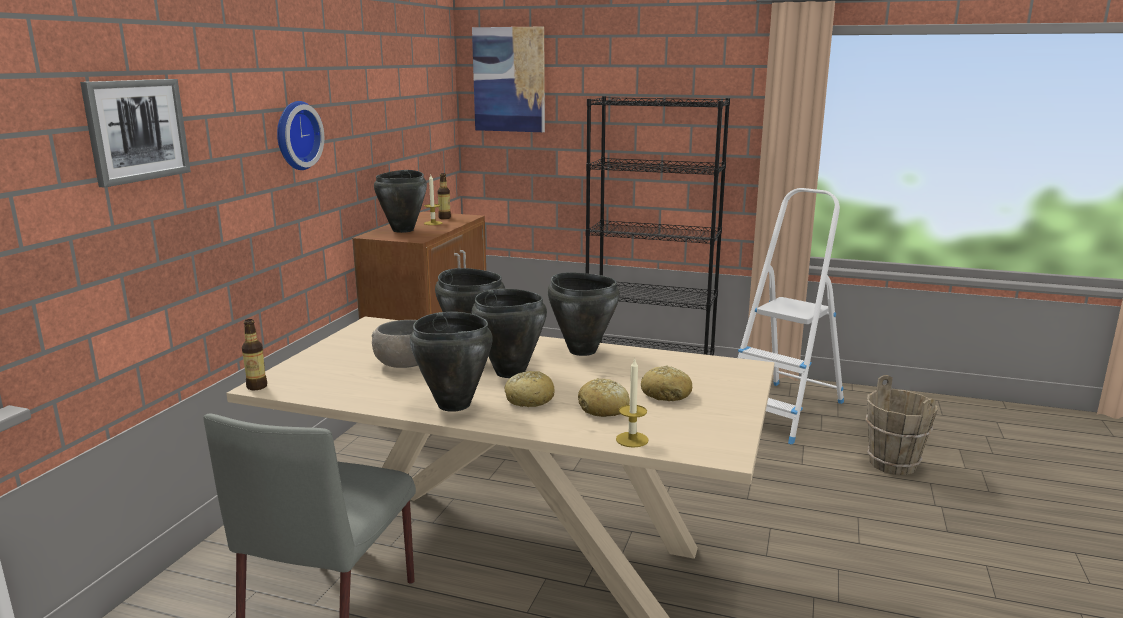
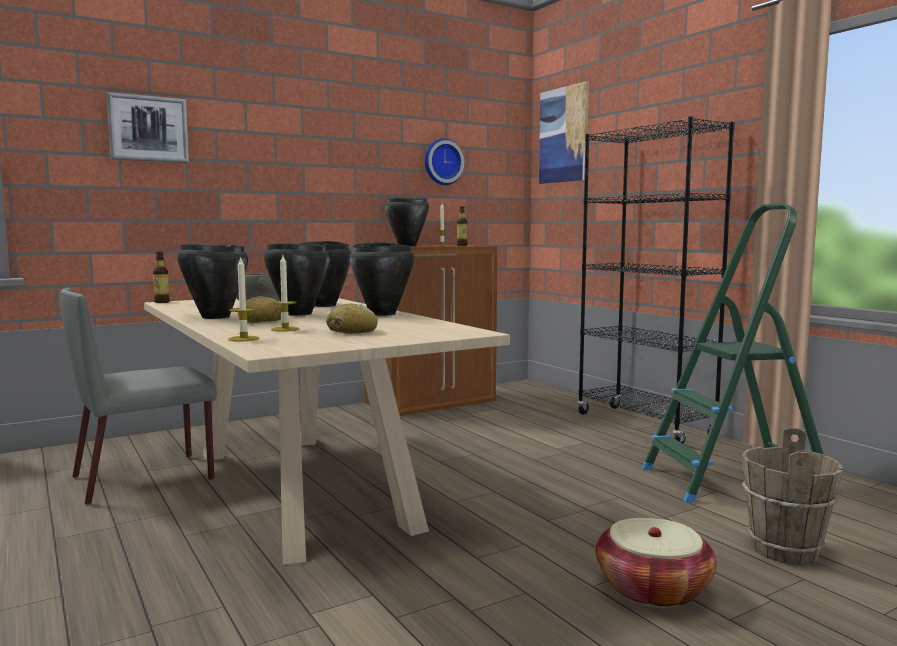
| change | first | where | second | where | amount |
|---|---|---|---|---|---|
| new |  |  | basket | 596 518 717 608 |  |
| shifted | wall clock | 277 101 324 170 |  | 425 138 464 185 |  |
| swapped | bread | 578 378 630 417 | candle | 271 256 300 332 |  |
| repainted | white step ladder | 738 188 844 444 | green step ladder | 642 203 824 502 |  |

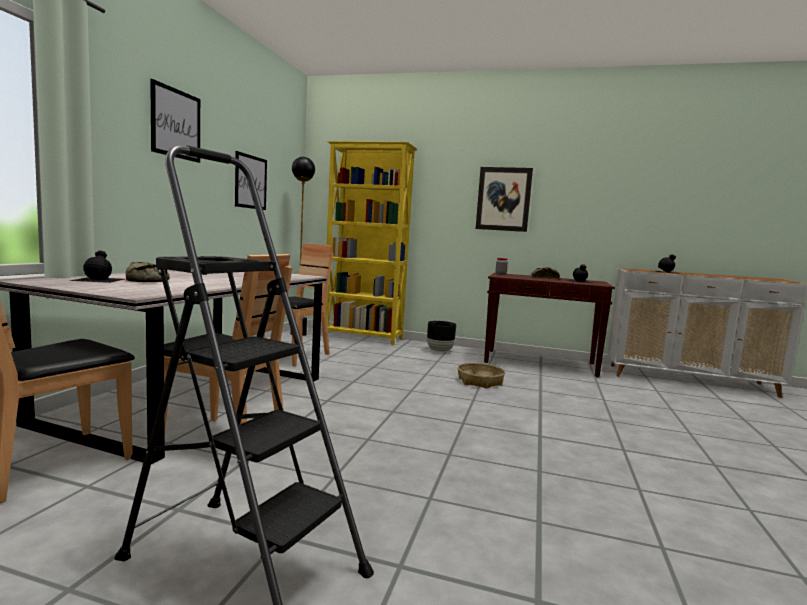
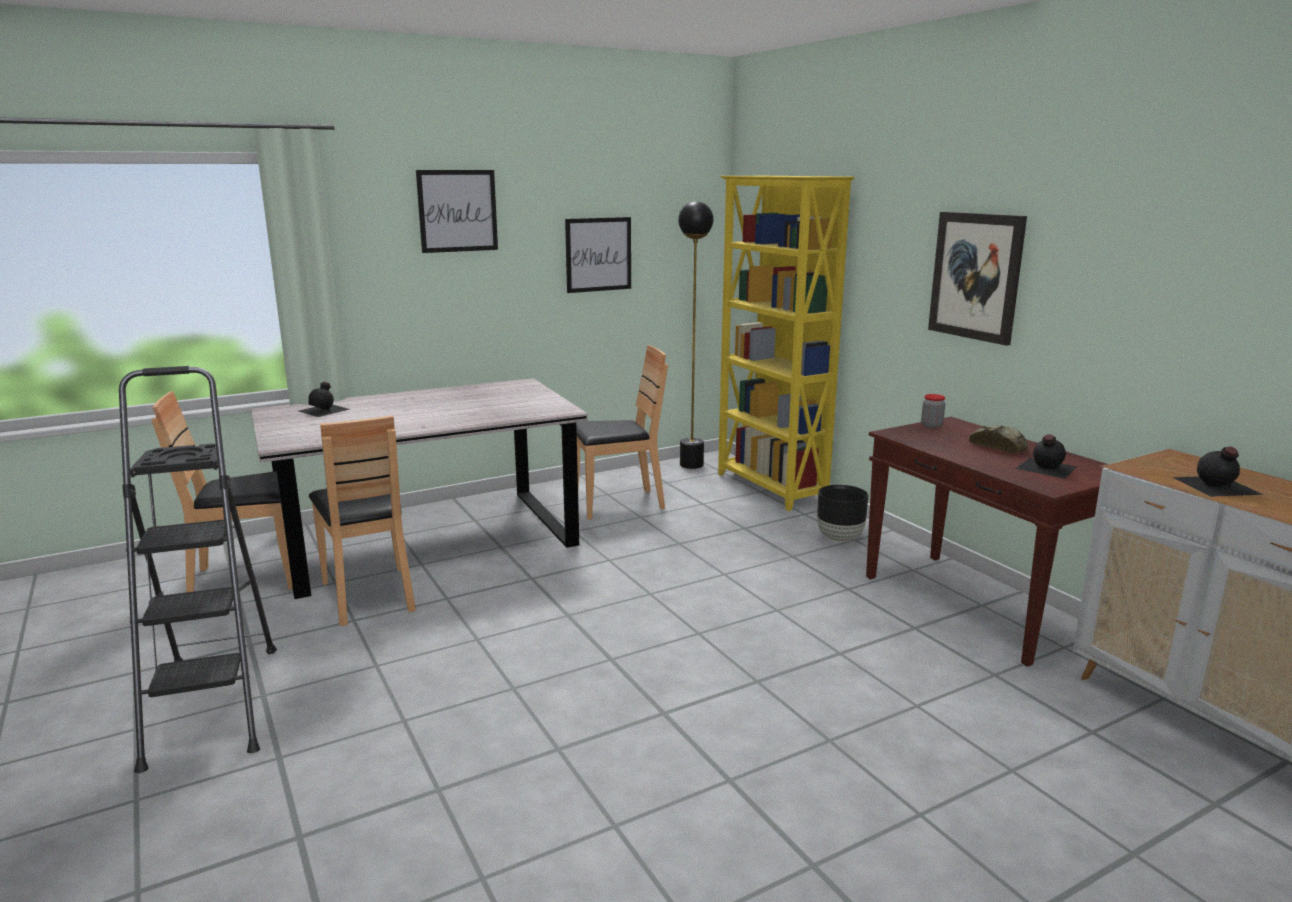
| change | first | where | second | where | amount |
|---|---|---|---|---|---|
| gone | bread | 126 262 170 282 |  |  |  |
| gone | basket | 457 363 505 389 |  |  |  |

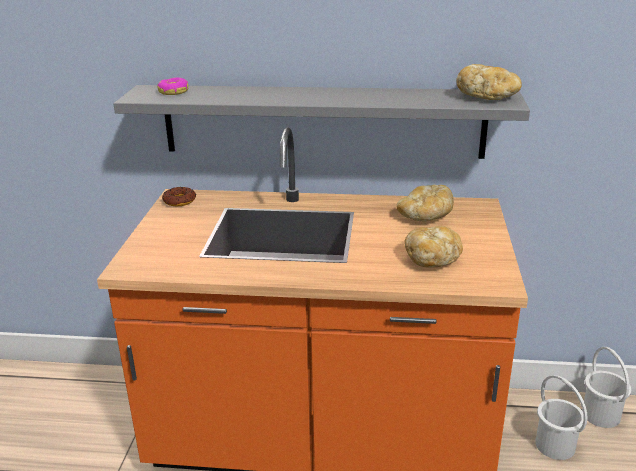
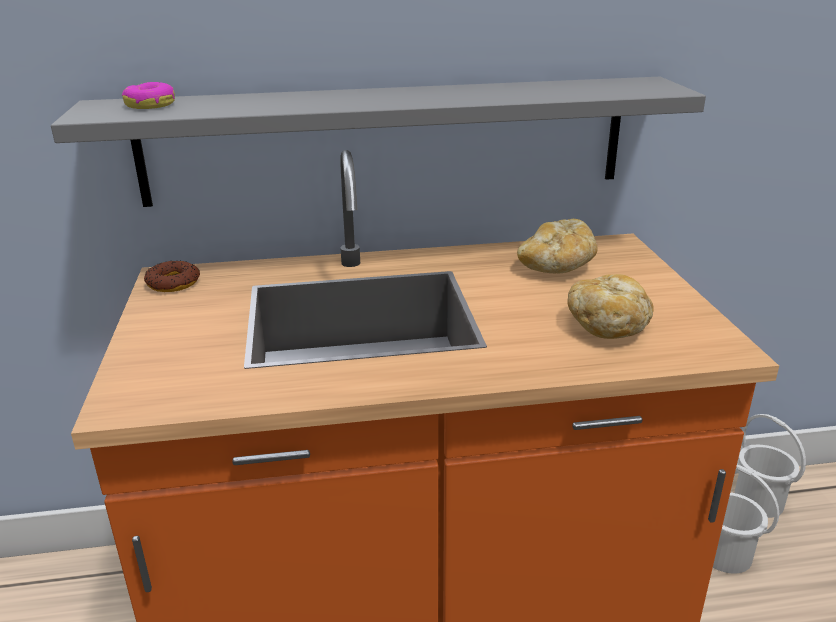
| change | first | where | second | where | amount |
|---|---|---|---|---|---|
| gone | bread | 456 64 522 100 |  |  |  |

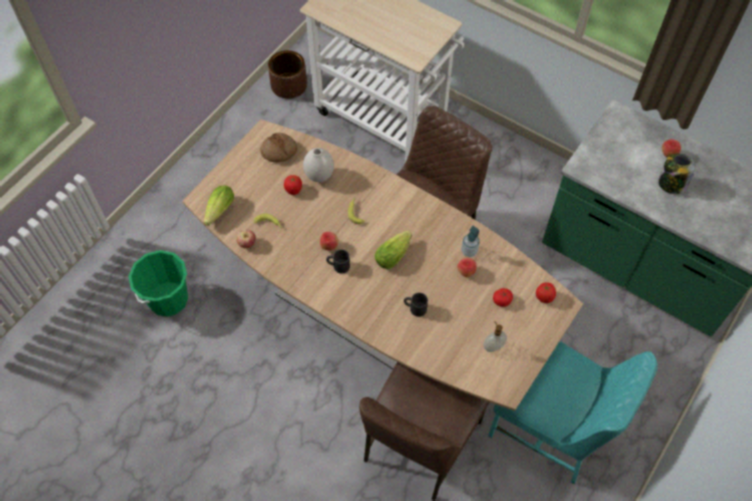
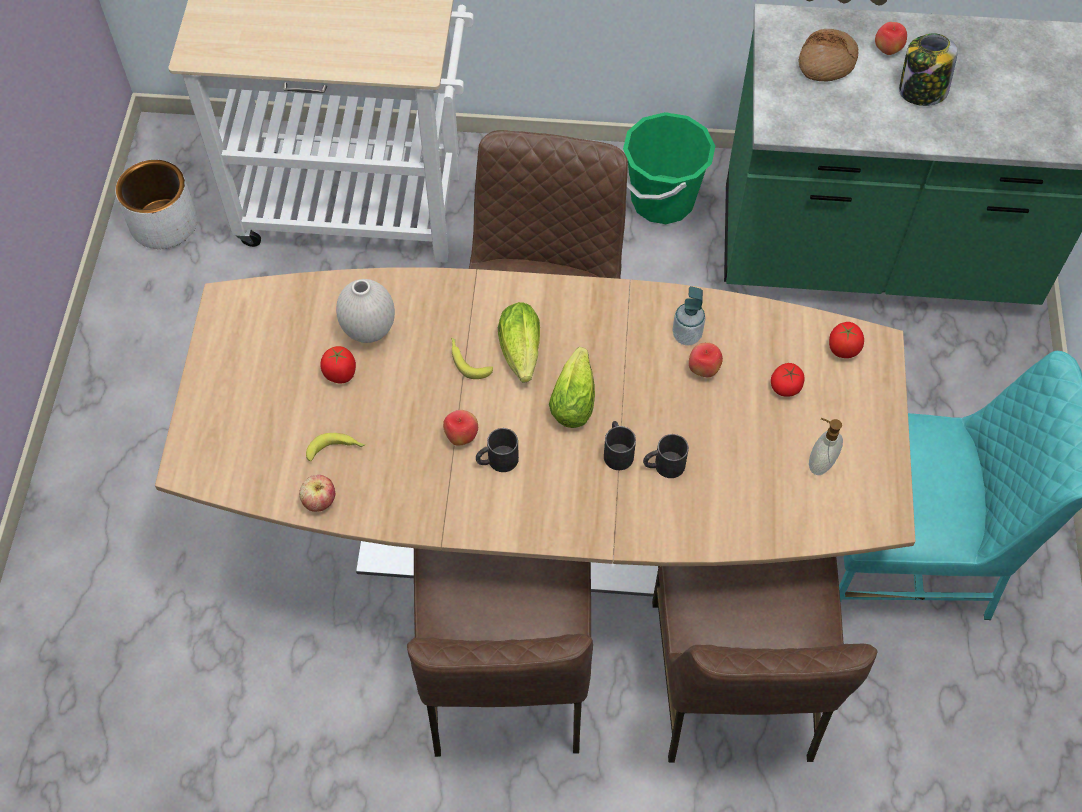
| change | first | where | second | where | amount |
|---|---|---|---|---|---|
| new |  |  | brown chair | 407 548 593 757 |  |
| new |  |  | black mug | 604 421 636 470 |  |
| shifted | green bucket | 128 250 188 317 |  | 623 112 715 224 |  |
| shifted | lettuce | 204 186 234 226 |  | 498 302 540 382 |  |
| shifted | bread | 260 133 297 162 |  | 799 29 858 81 |  |
| repainted | brown planter | 268 50 307 99 | white planter | 115 160 198 249 |  |

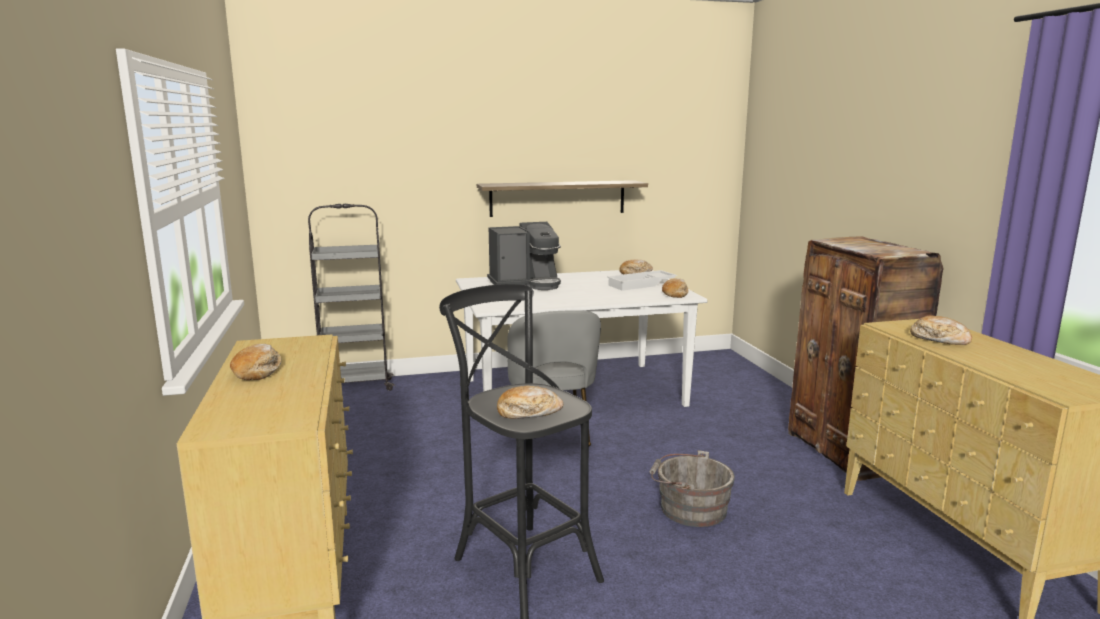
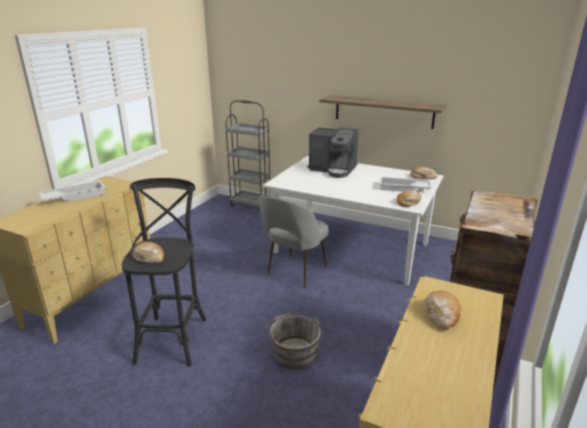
| change | first | where | second | where | amount |
|---|---|---|---|---|---|
| swapped | bread | 230 344 281 380 | white tray | 39 180 106 202 |  |

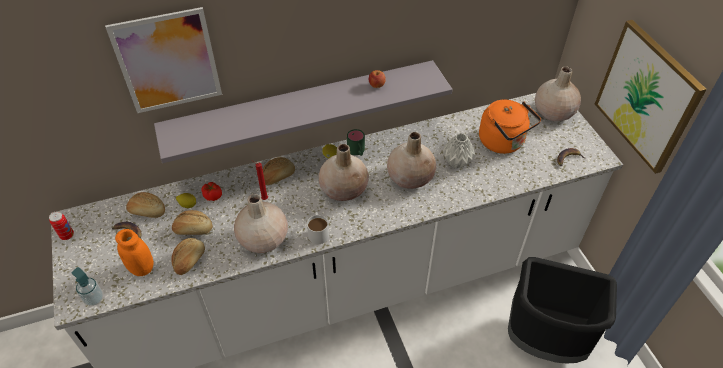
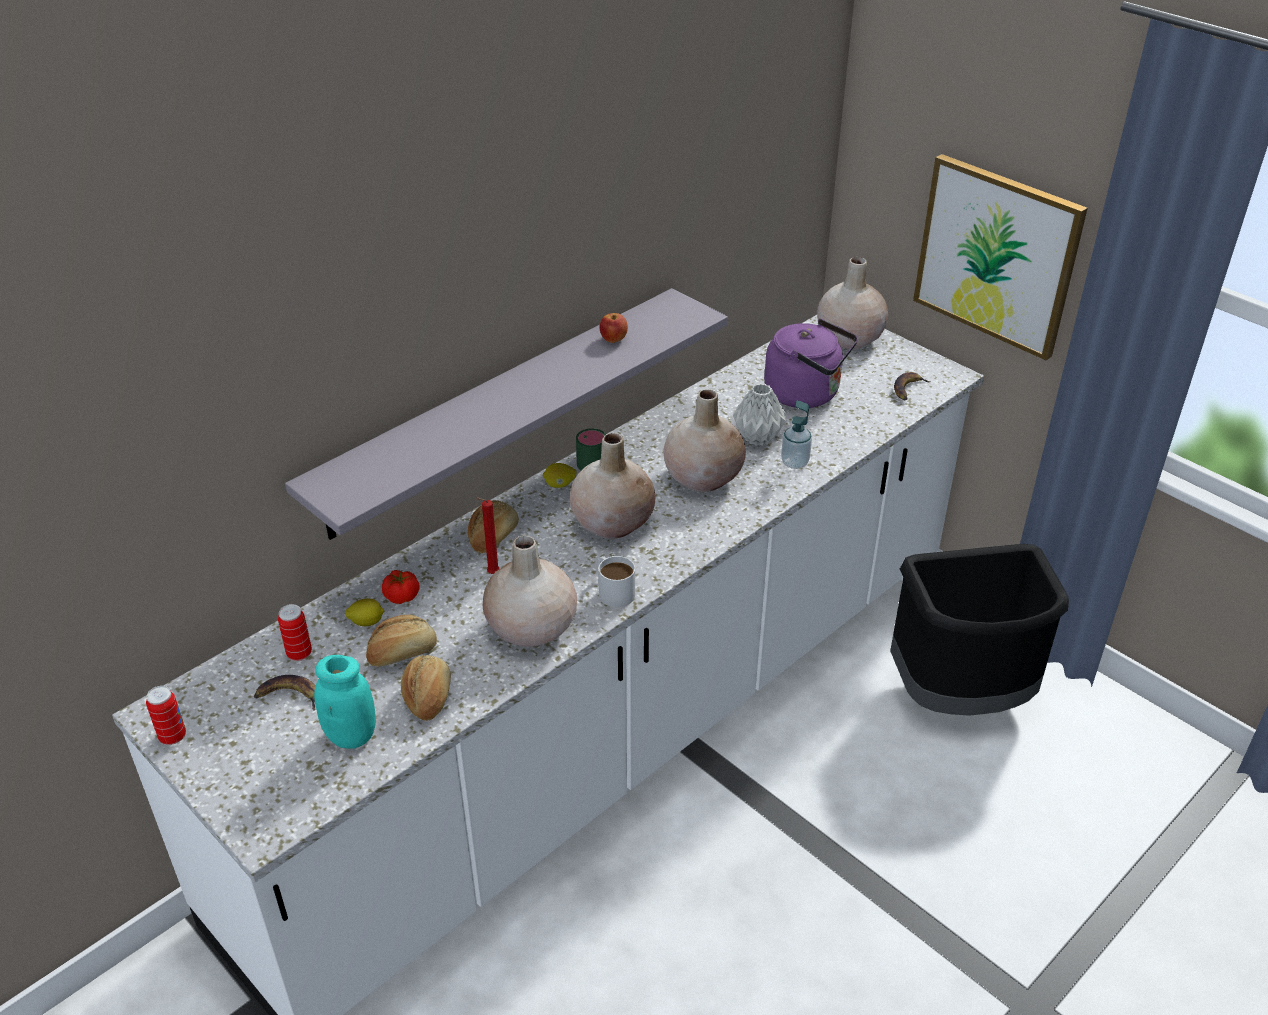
| change | first | where | second | where | amount |
|---|---|---|---|---|---|
| gone | picture | 105 7 222 113 |  |  |  |
| shifted | soap dispenser | 72 267 103 306 |  | 781 400 812 469 |  |
| swapped | bread | 126 192 165 218 | can | 278 604 312 661 |  |
| repainted | orange jar | 115 229 153 276 | turquoise jar | 314 655 376 749 |  |
| repainted | orange kettle | 479 100 541 154 | purple kettle | 764 319 858 408 |  |

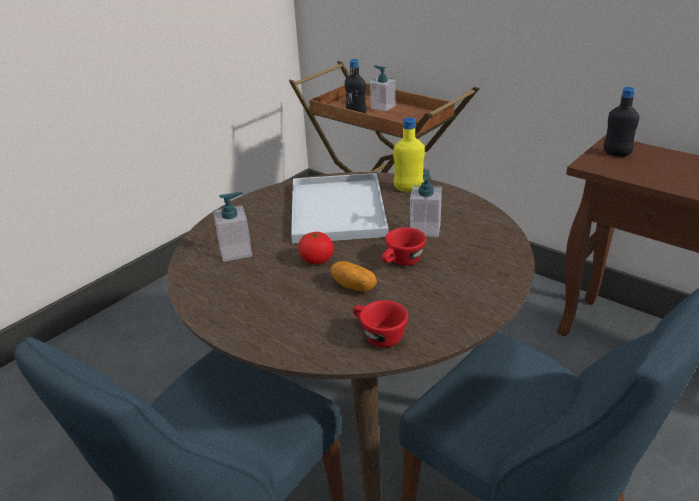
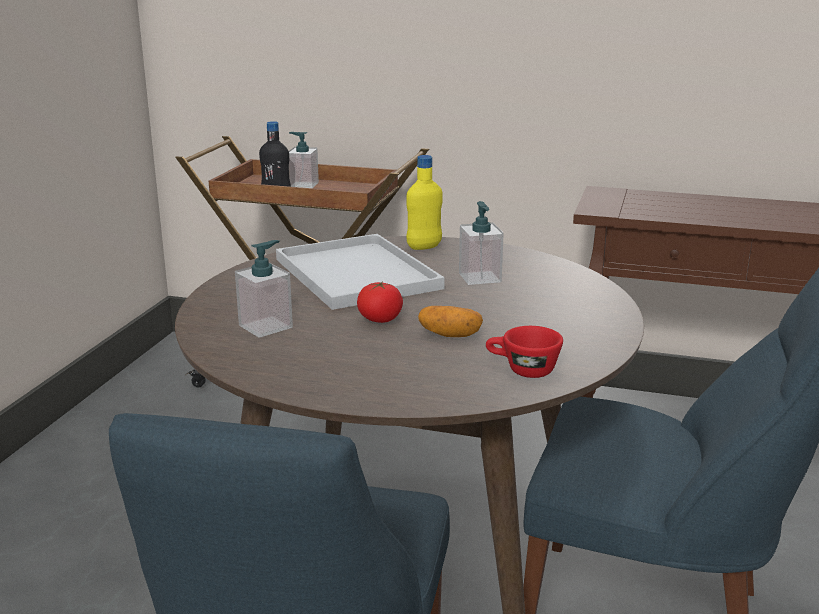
| change | first | where | second | where | amount |
|---|---|---|---|---|---|
| gone | red cup | 382 227 426 266 |  |  |  |
| gone | black bottle | 603 87 639 157 |  |  |  |

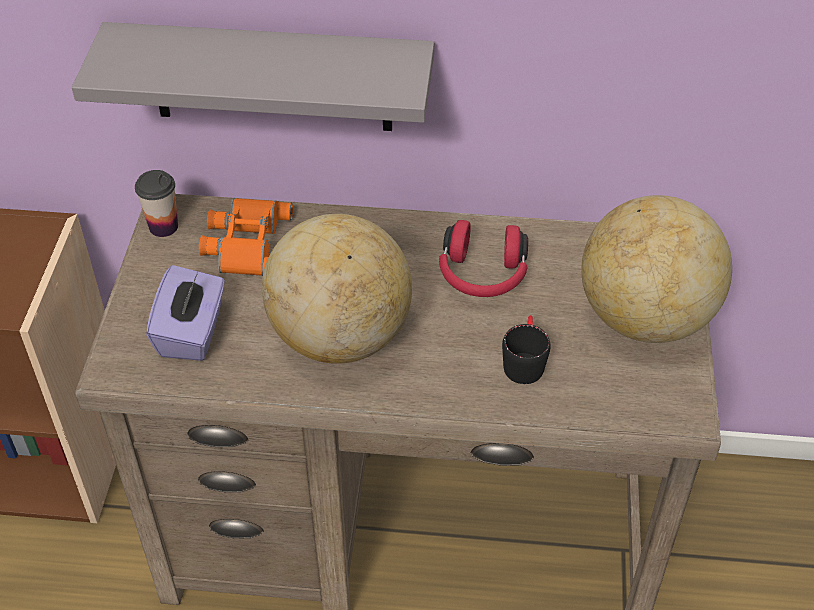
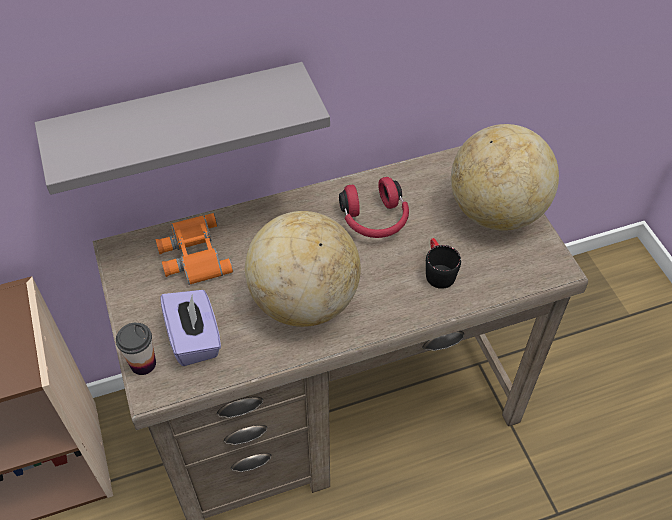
| change | first | where | second | where | amount |
|---|---|---|---|---|---|
| shifted | cup | 135 170 178 237 |  | 116 323 156 375 |  |

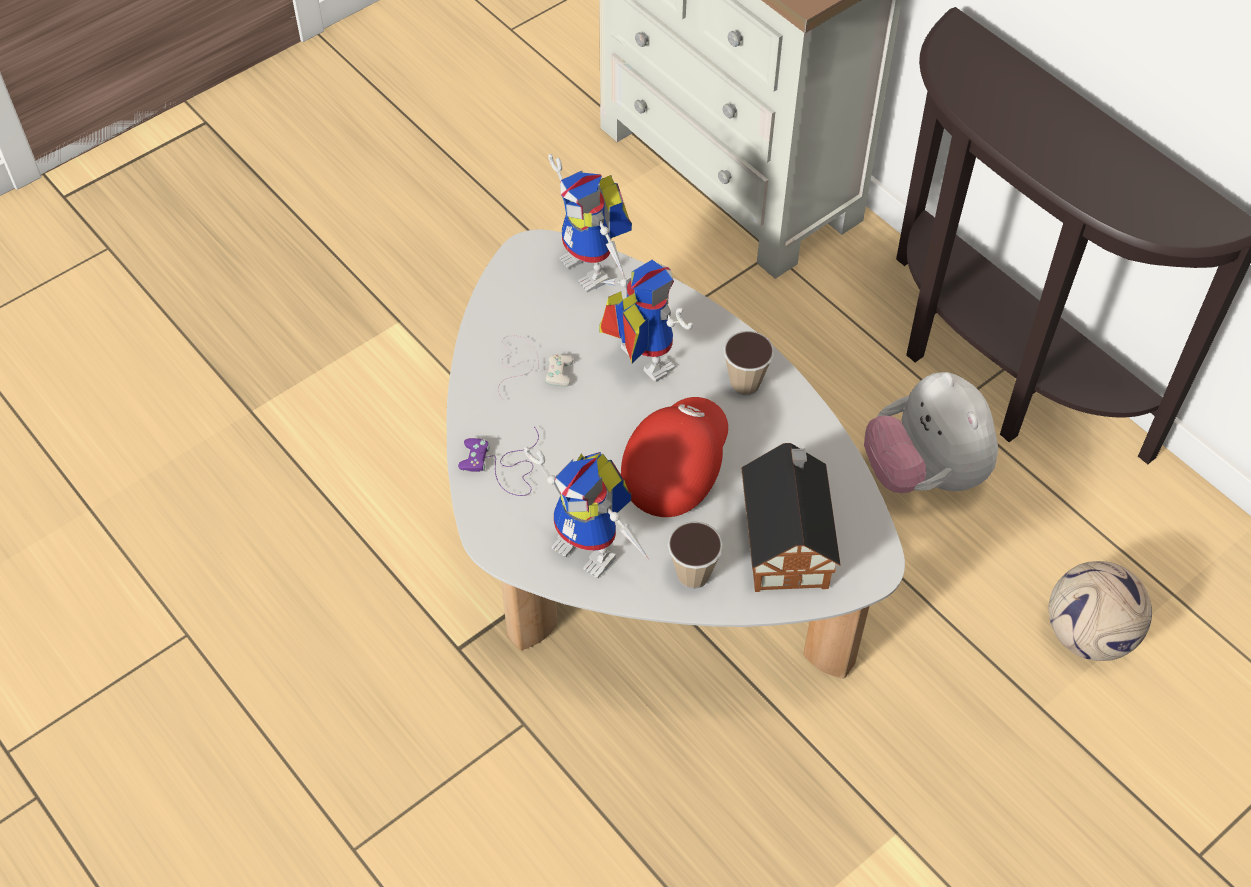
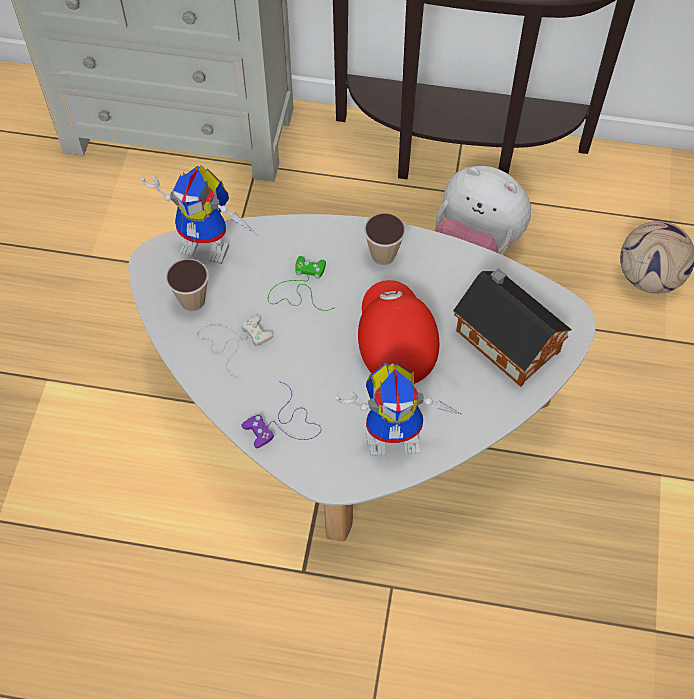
| change | first | where | second | where | amount |
|---|---|---|---|---|---|
| shifted | cup | 668 521 723 589 |  | 166 259 209 311 |  |
| swapped | toy robot | 599 260 693 382 | green game controller | 268 256 334 311 |  |

